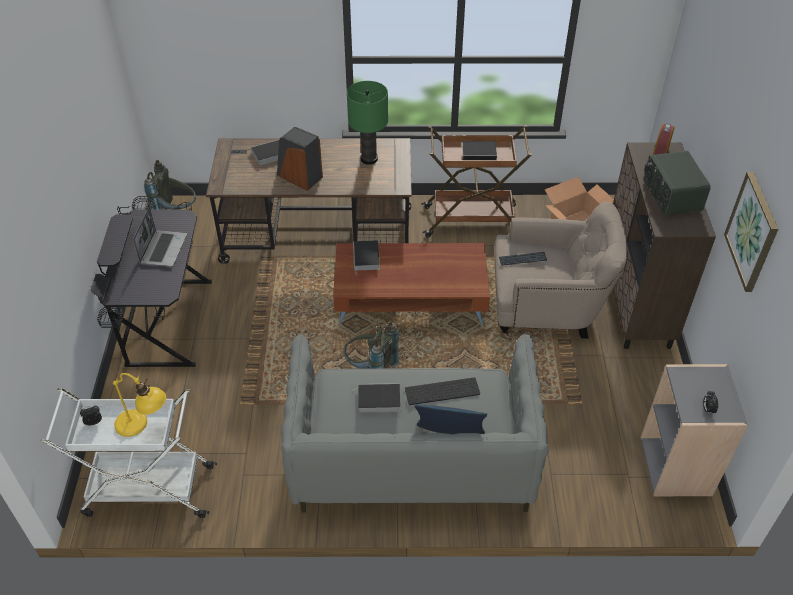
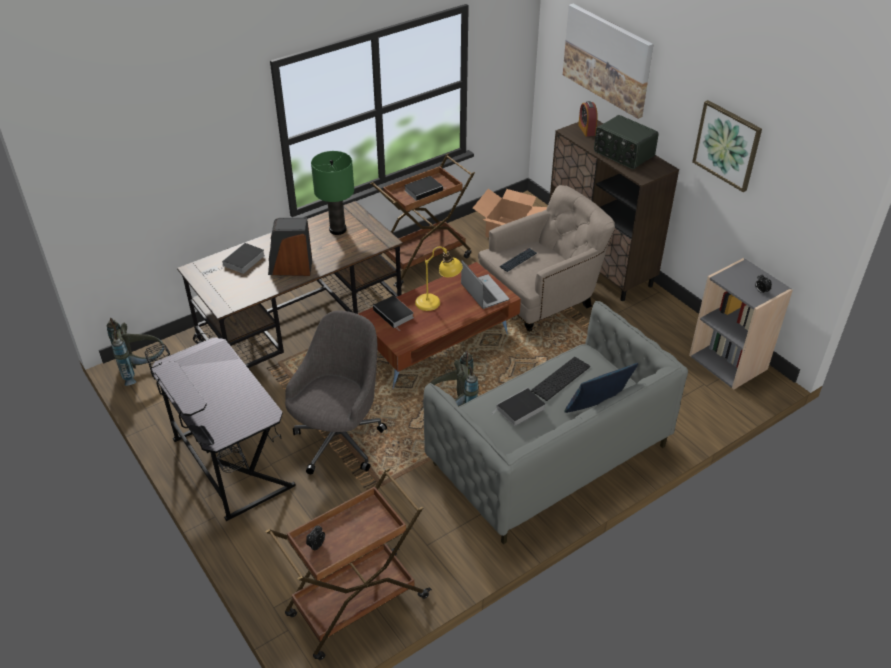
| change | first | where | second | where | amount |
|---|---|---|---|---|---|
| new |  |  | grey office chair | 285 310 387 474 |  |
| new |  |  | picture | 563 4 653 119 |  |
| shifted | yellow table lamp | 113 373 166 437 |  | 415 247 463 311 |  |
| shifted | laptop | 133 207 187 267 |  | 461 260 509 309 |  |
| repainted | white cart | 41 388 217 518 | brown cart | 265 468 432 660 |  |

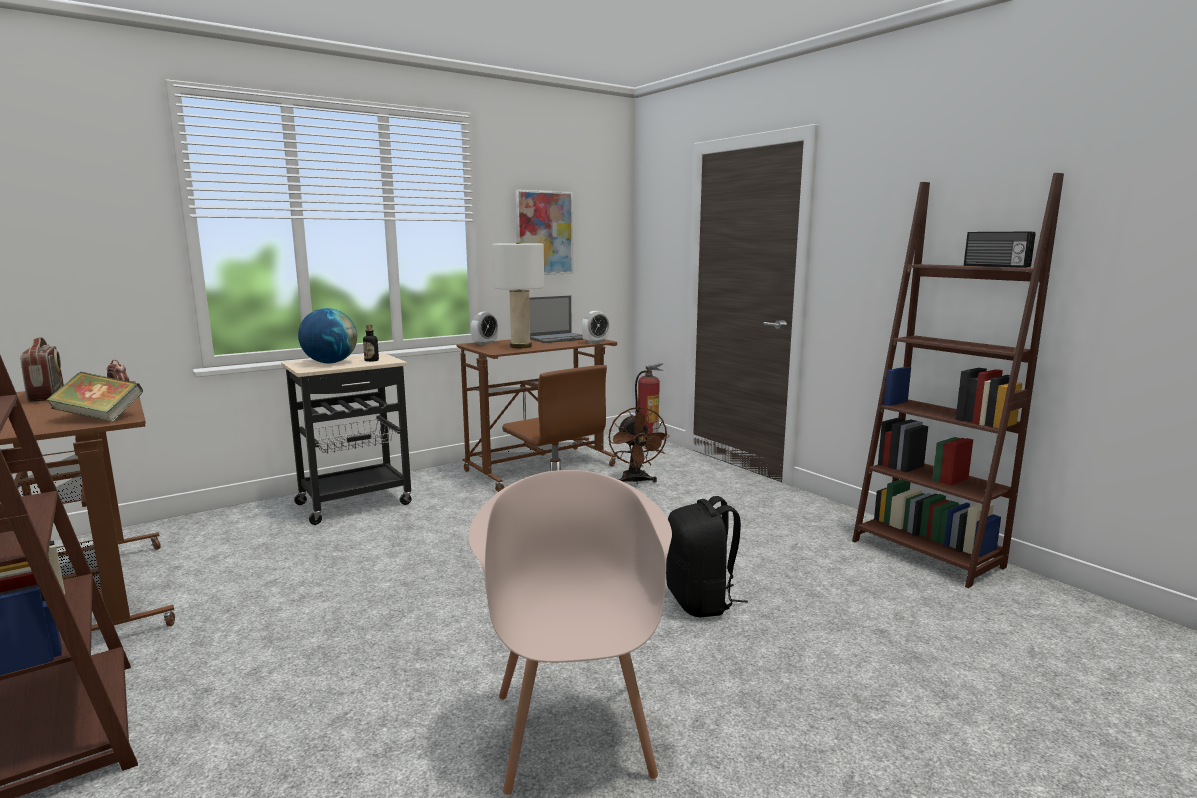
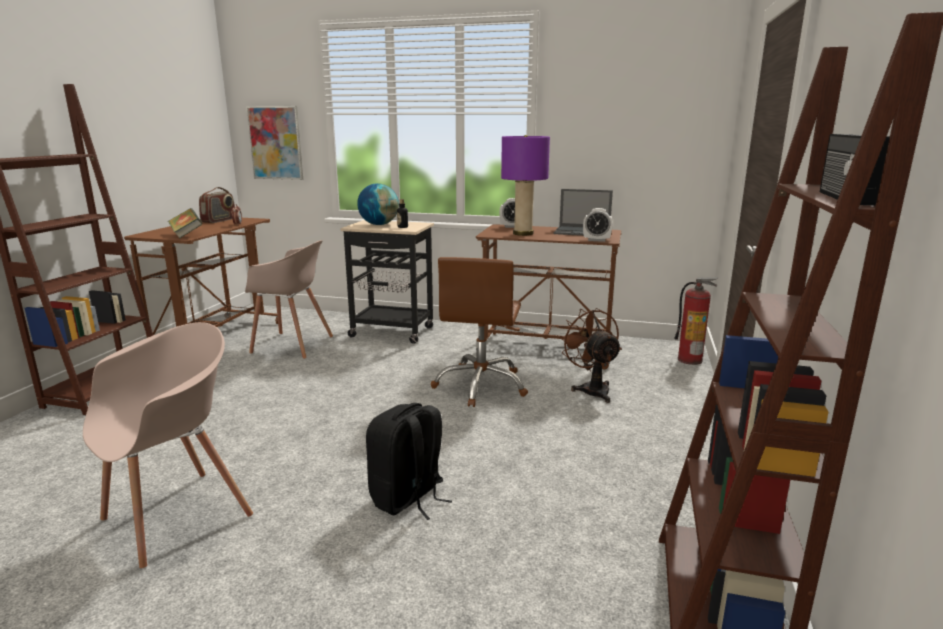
| change | first | where | second | where | amount |
|---|---|---|---|---|---|
| new |  |  | beige chair | 245 240 333 359 |  |
| shifted | picture | 515 189 573 275 |  | 246 106 303 180 |  |
| repainted | white table lamp | 493 242 544 348 | purple table lamp | 501 135 550 236 |  |
| rotated | brown fan | 608 407 670 484 |  | 559 308 622 403 | 120 degrees clockwise |

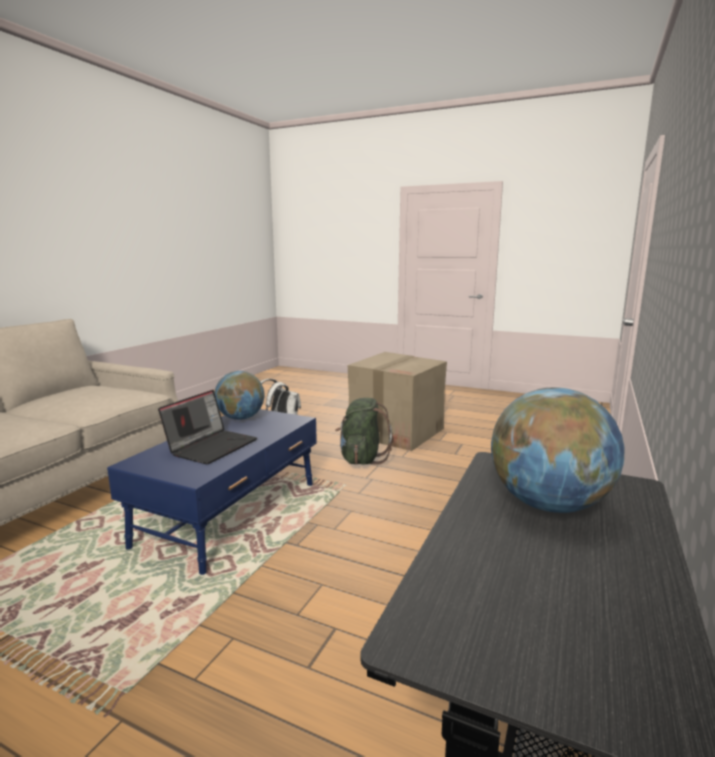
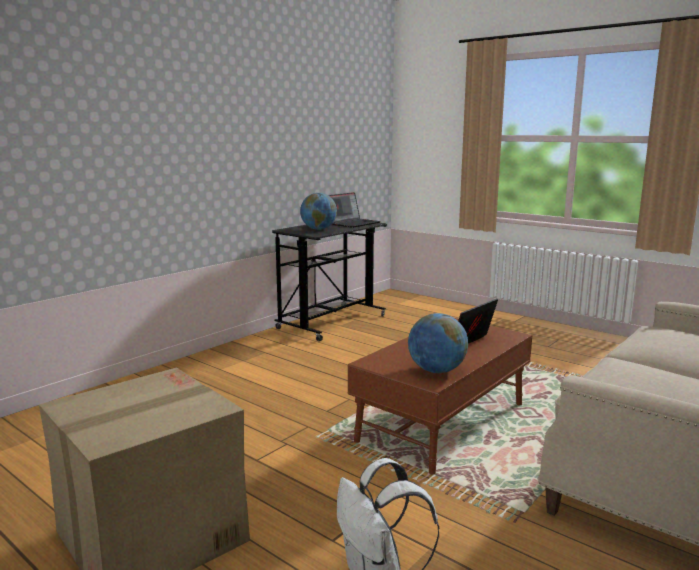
| change | first | where | second | where | amount |
|---|---|---|---|---|---|
| gone | green backpack | 335 398 393 465 |  |  |  |
| new |  |  | laptop | 328 192 381 228 |  |
| repainted | blue coffee table | 107 409 317 575 | brown coffee table | 348 318 532 475 |  |

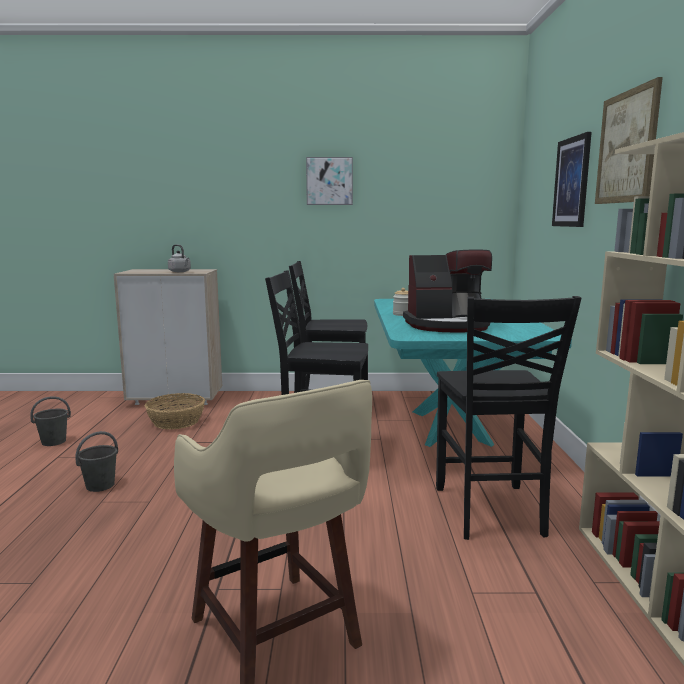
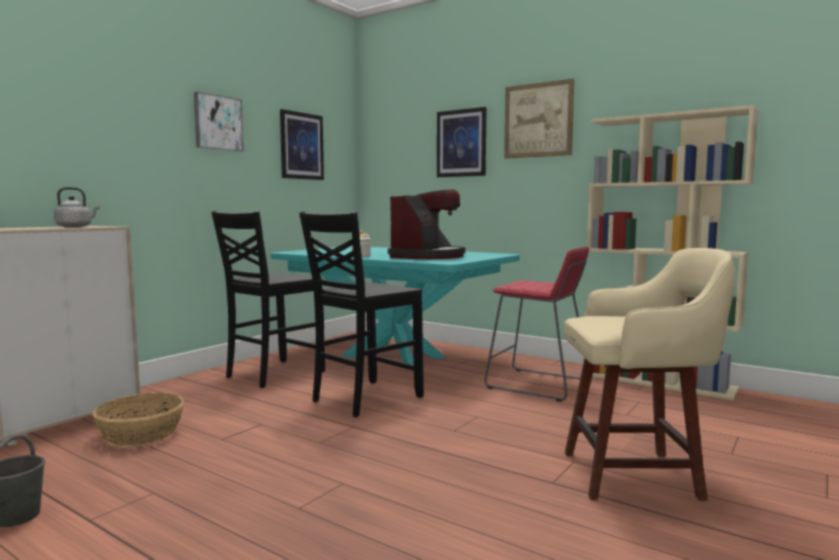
| change | first | where | second | where | amount |
|---|---|---|---|---|---|
| gone | grey bucket | 76 431 118 492 |  |  |  |
| new |  |  | picture | 280 109 324 180 |  |
| swapped | black chair | 436 296 581 540 | red stool | 484 247 589 402 |  |

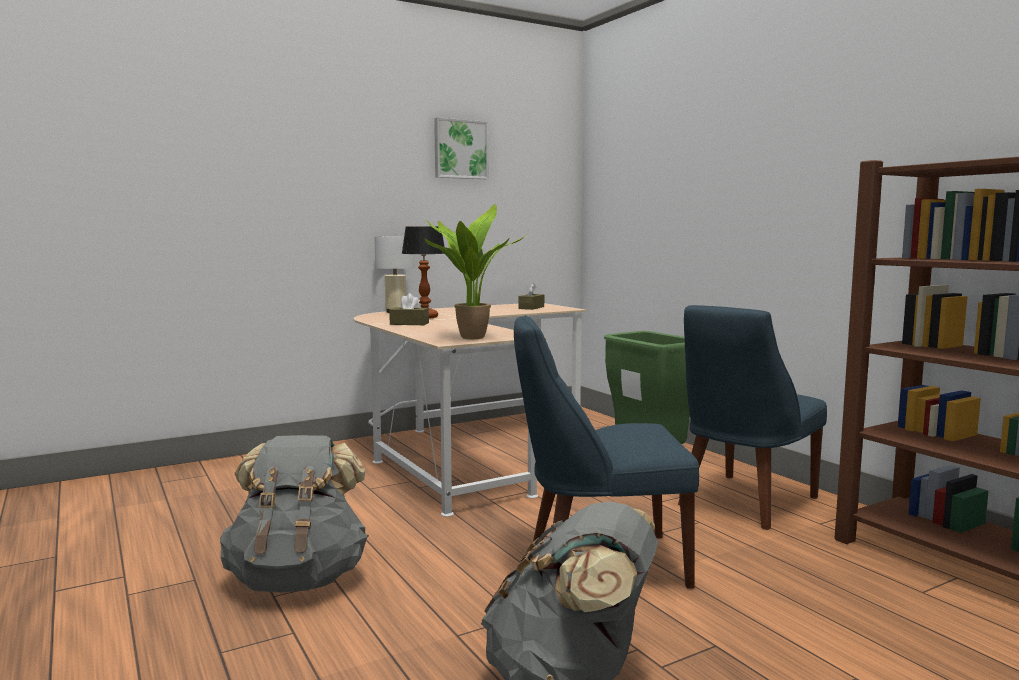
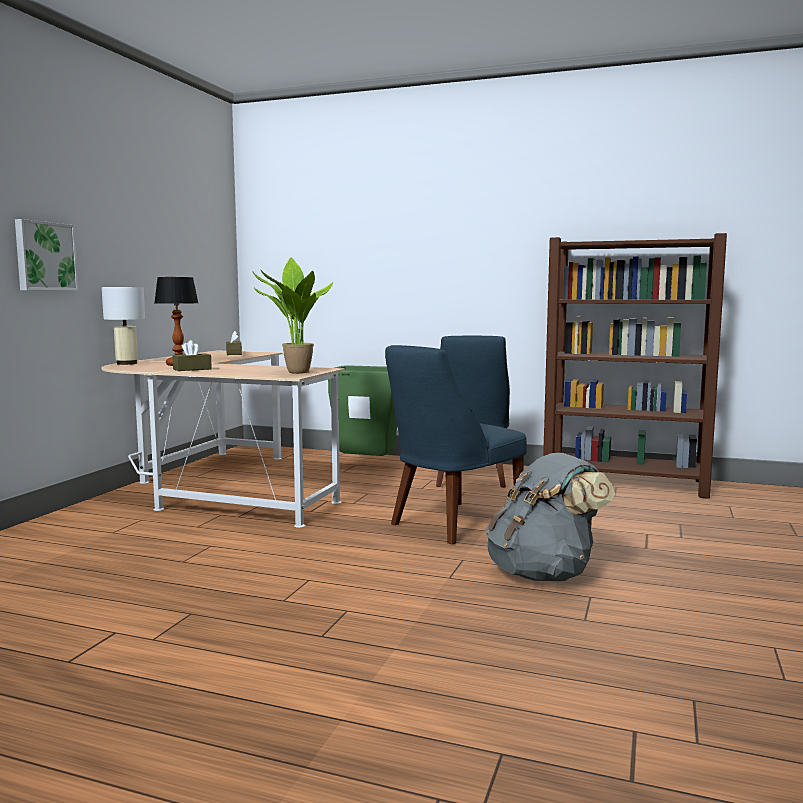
| change | first | where | second | where | amount |
|---|---|---|---|---|---|
| gone | grey backpack | 220 435 369 593 |  |  |  |
| shifted | picture | 434 117 489 179 |  | 15 219 79 291 |  |

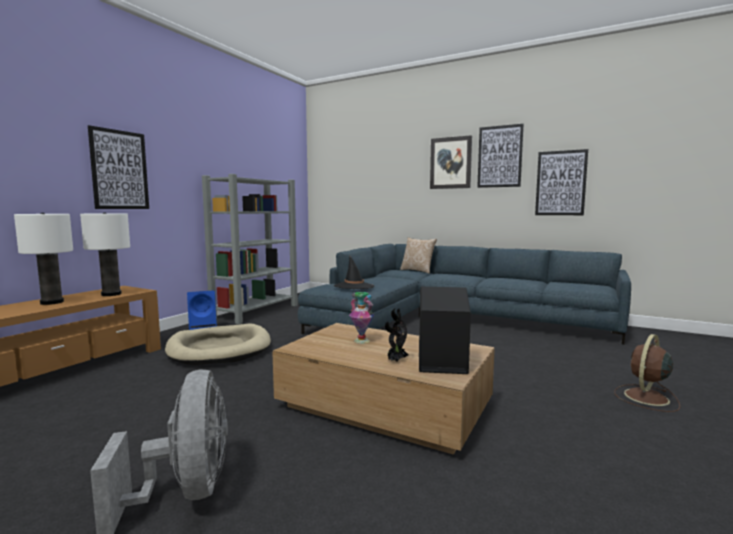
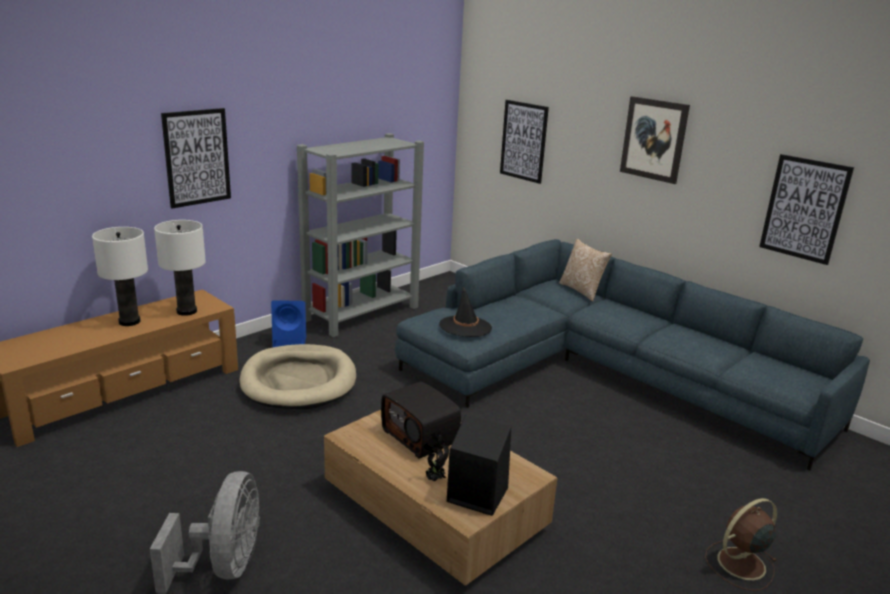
| change | first | where | second | where | amount |
|---|---|---|---|---|---|
| shifted | picture | 477 124 524 188 |  | 500 100 549 184 |  |
| swapped | vase | 349 292 374 344 | radio | 381 382 461 459 |  |

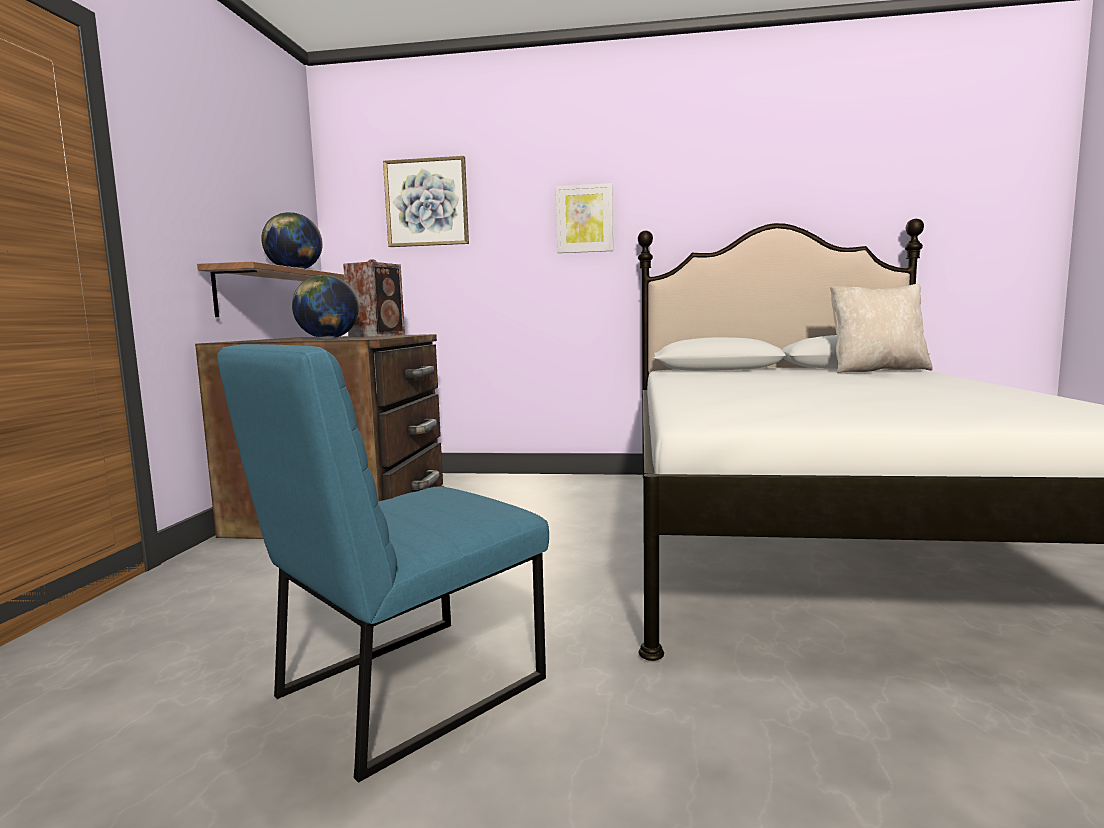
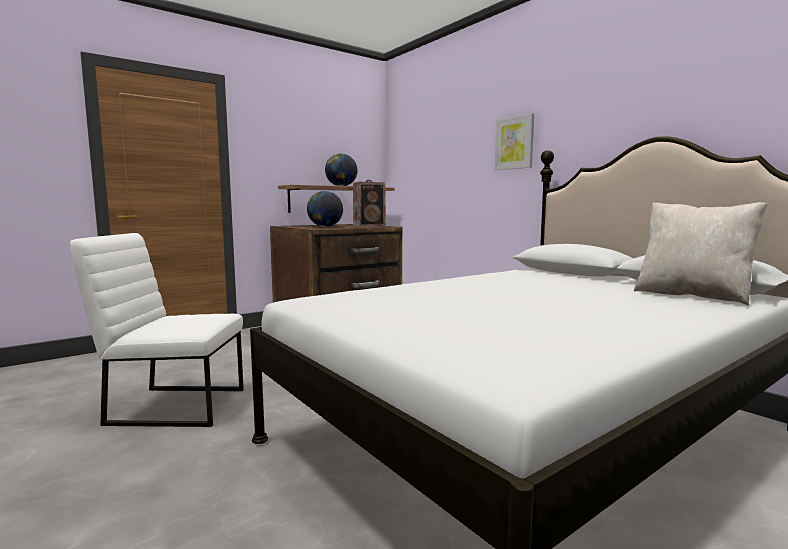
| change | first | where | second | where | amount |
|---|---|---|---|---|---|
| gone | picture | 383 156 469 247 |  |  |  |
| repainted | blue chair | 217 344 549 783 | white chair | 70 233 244 427 |  |

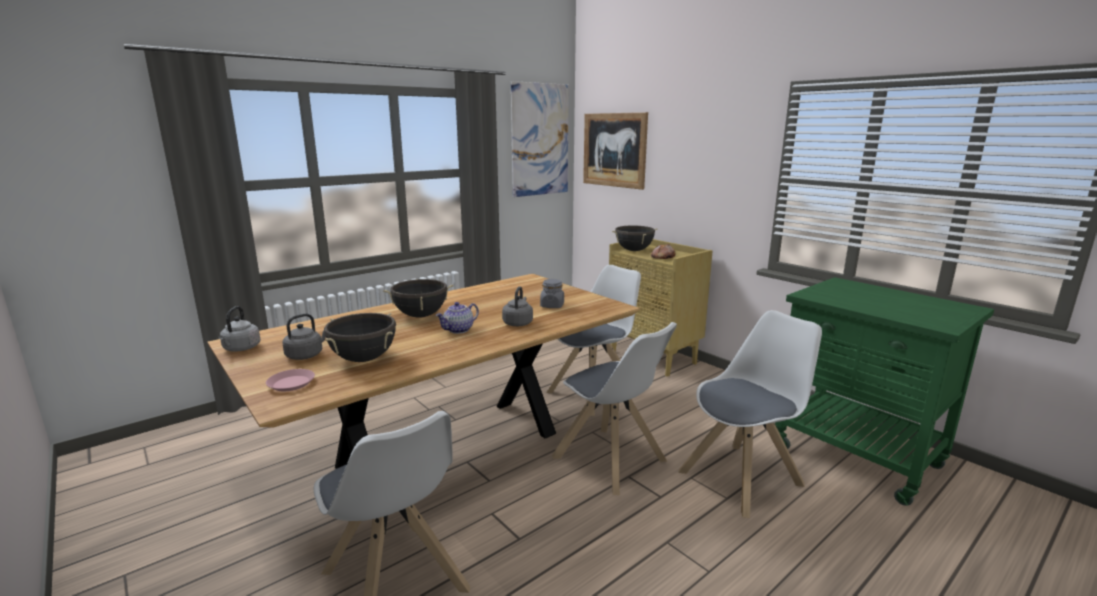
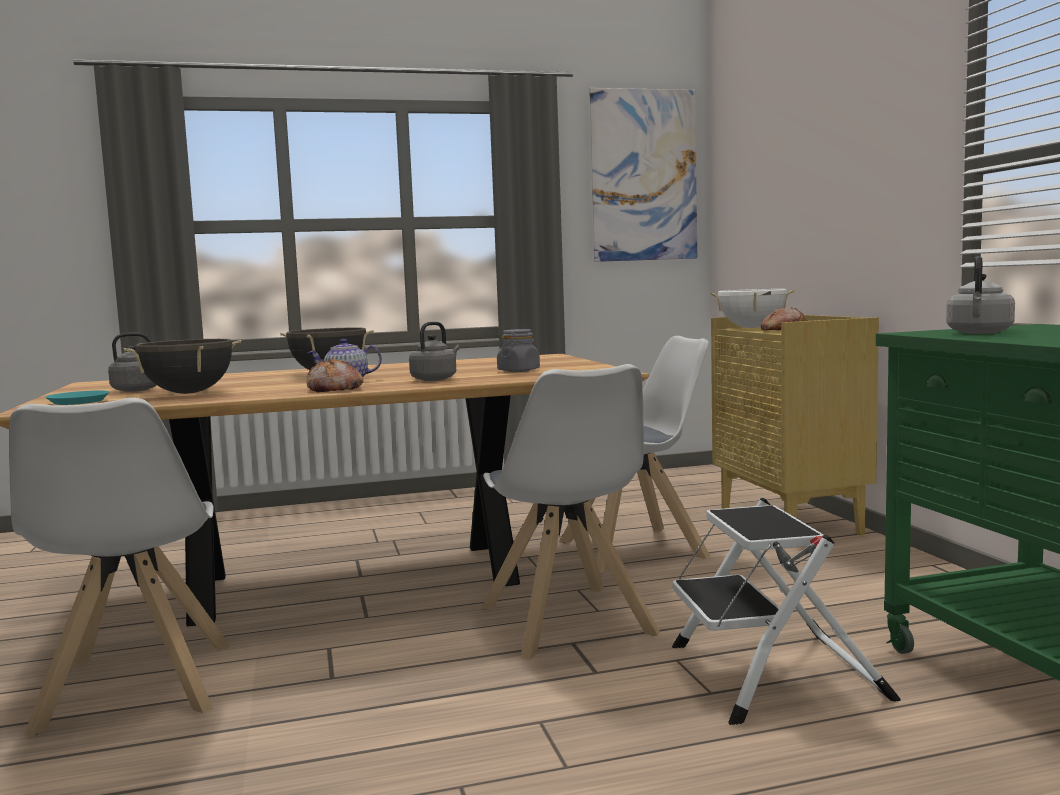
| change | first | where | second | where | amount |
|---|---|---|---|---|---|
| gone | picture | 583 112 648 190 |  |  |  |
| new |  |  | bread | 306 358 364 392 |  |
| shifted | grey kettle | 218 306 260 352 |  | 946 256 1015 334 |  |
| swapped | chair | 678 310 822 518 | step ladder | 672 498 901 725 |  |
| repainted | pink plate | 266 369 315 391 | turquoise plate | 45 390 110 405 |  |
| repainted | black cooking pot | 612 226 658 251 | white cooking pot | 709 289 795 328 |  |

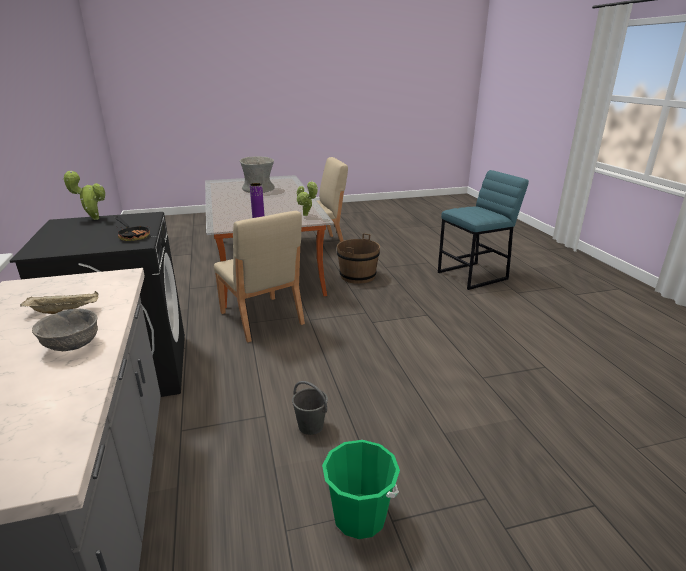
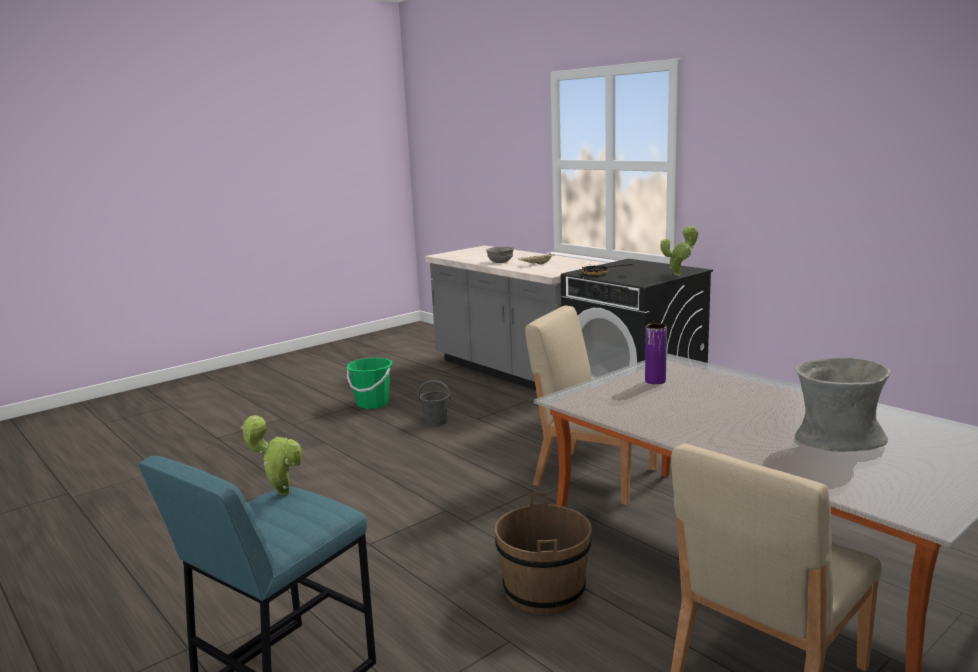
| change | first | where | second | where | amount |
|---|---|---|---|---|---|
| shifted | potted plant | 296 181 318 216 |  | 241 415 303 495 |  |

